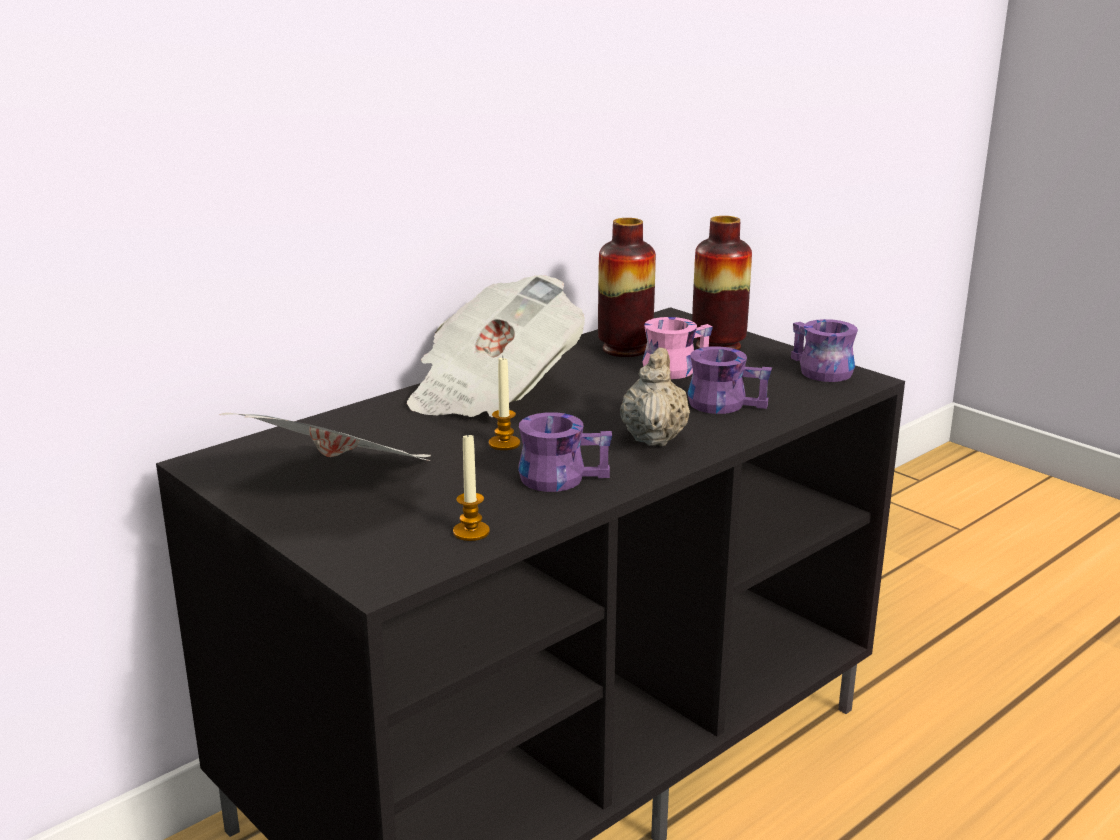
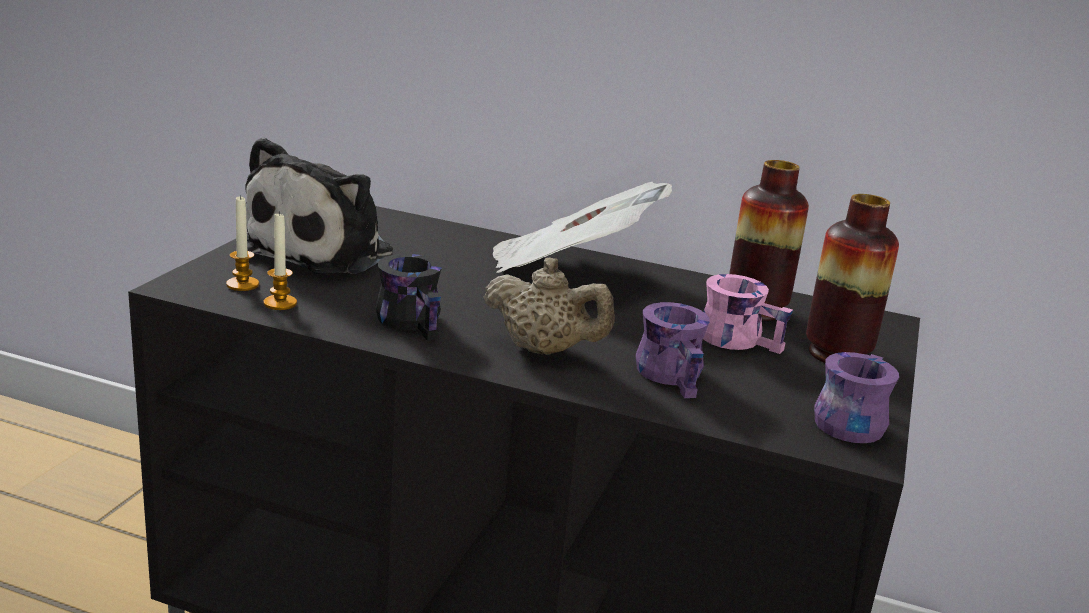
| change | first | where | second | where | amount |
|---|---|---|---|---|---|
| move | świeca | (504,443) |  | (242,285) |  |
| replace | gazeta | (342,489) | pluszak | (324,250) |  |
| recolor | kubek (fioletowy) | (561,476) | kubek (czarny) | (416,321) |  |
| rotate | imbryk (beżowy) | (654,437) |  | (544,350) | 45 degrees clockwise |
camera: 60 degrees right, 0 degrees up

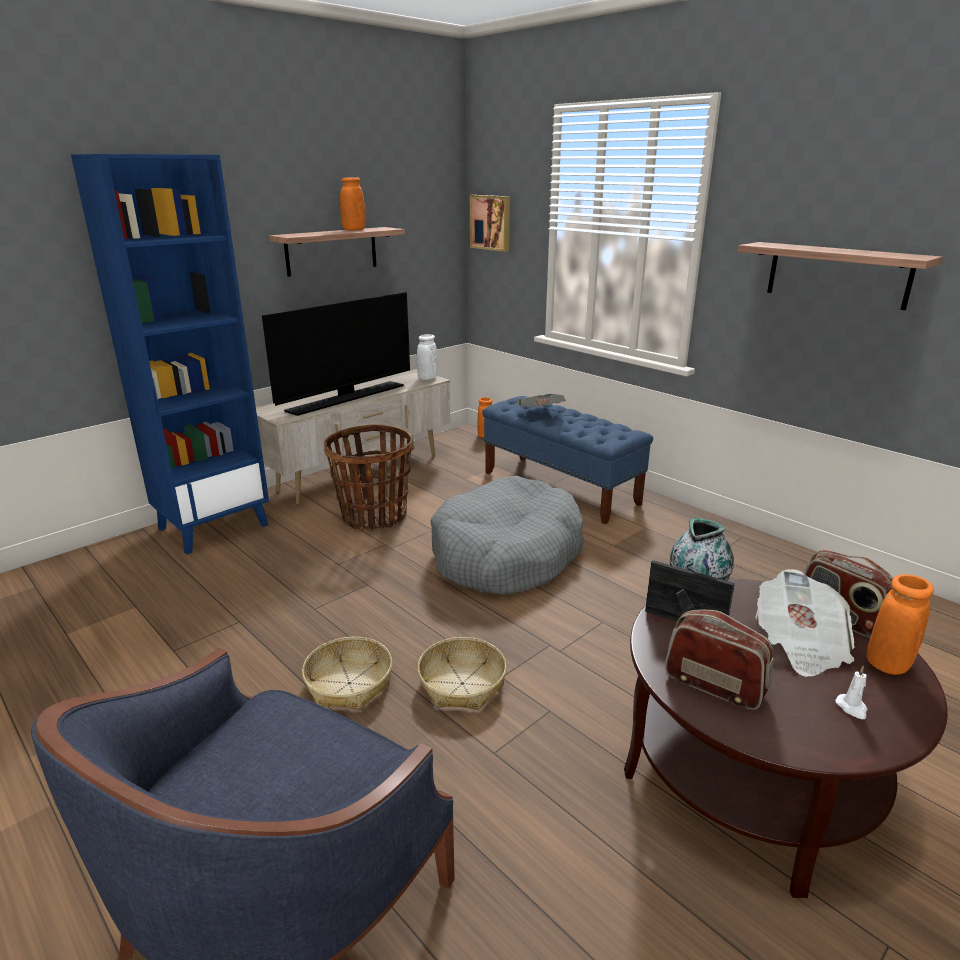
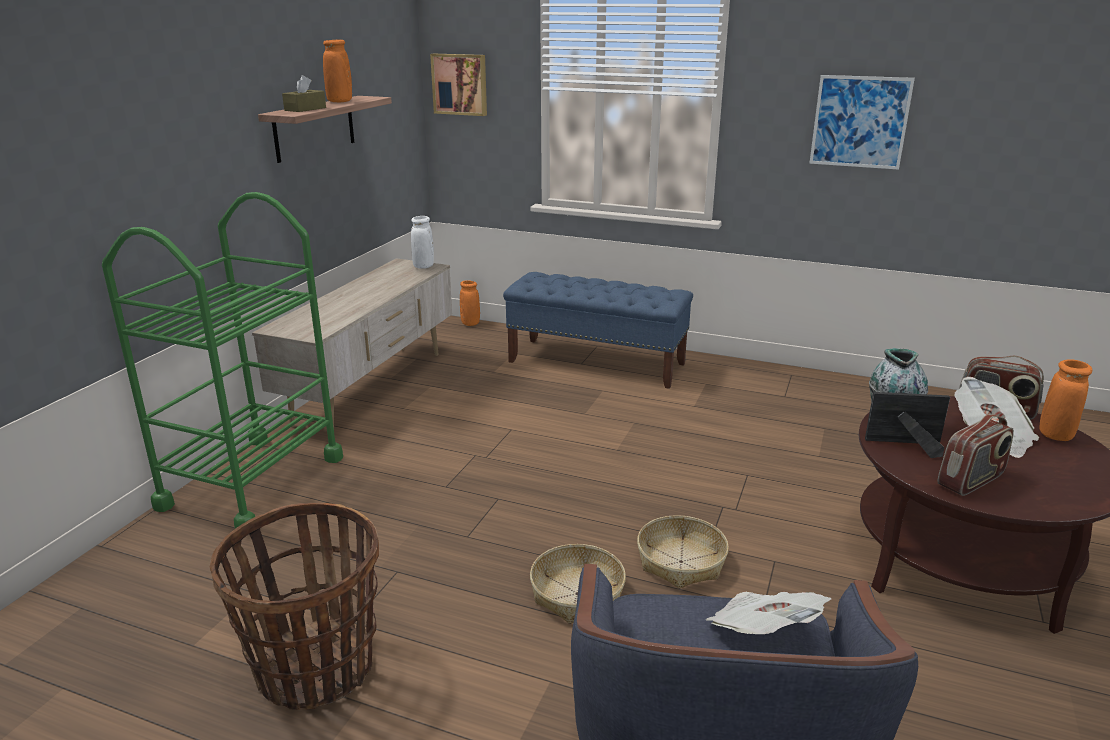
| change | first | where | second | where | amount |
|---|---|---|---|---|---|
| delete | telewizor | (346,398) |  |  |  |
| delete | legowisko (szary) | (506,555) |  |  |  |
| delete | świeca (biały) | (852,708) |  |  |  |
| insert |  |  | pudełko chusteczek (brązowy) | (305,109) |  |
| move | koszyk | (374,517) |  | (315,669) |  |
| move | gazeta | (540,414) |  | (763,633) |  |
| replace | regał (niebieski) | (214,526) | wózek (zielony) | (252,482) |  |
| replace | półka | (837,275) | obraz | (860,122) |  |
| rotate | radio | (714,685) |  | (971,480) | 135 degrees clockwise |
camera: 25 degrees left, 0 degrees up

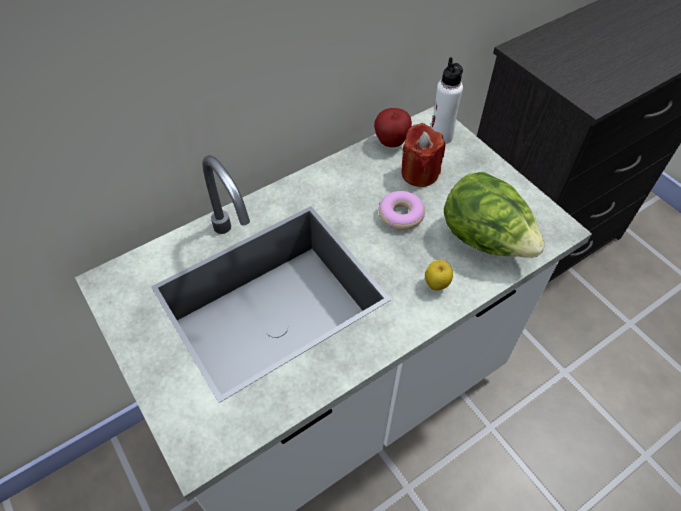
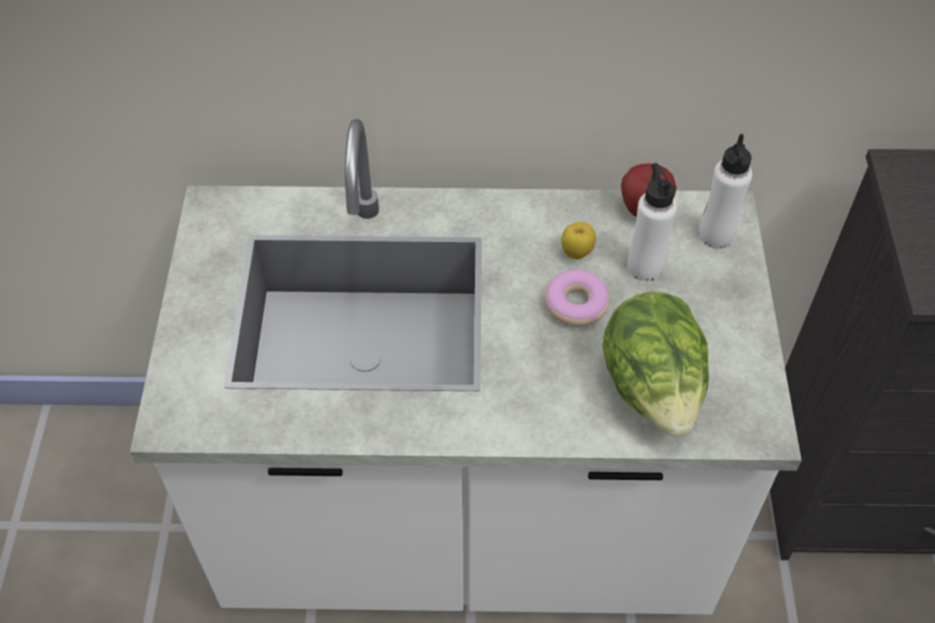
| change | first | where | second | where | amount |
|---|---|---|---|---|---|
| move | jabłko | (436,284) |  | (576,253) |  |
| replace | świeca (czerwony) | (419,173) | butelka (biały) | (645,267) |  |
camera: 35 degrees right, 0 degrees up

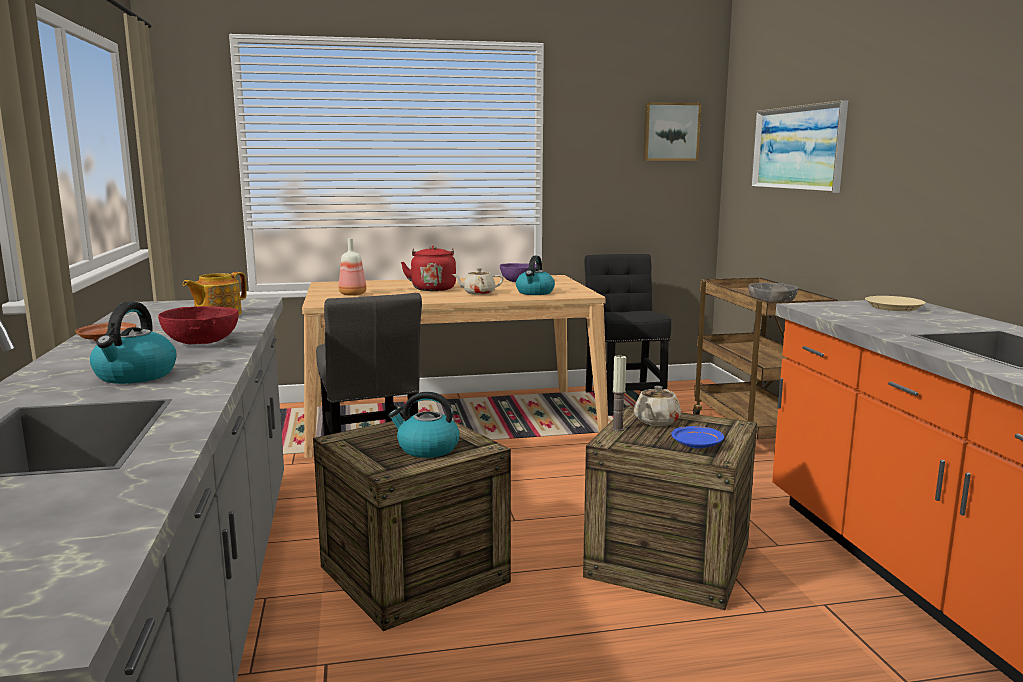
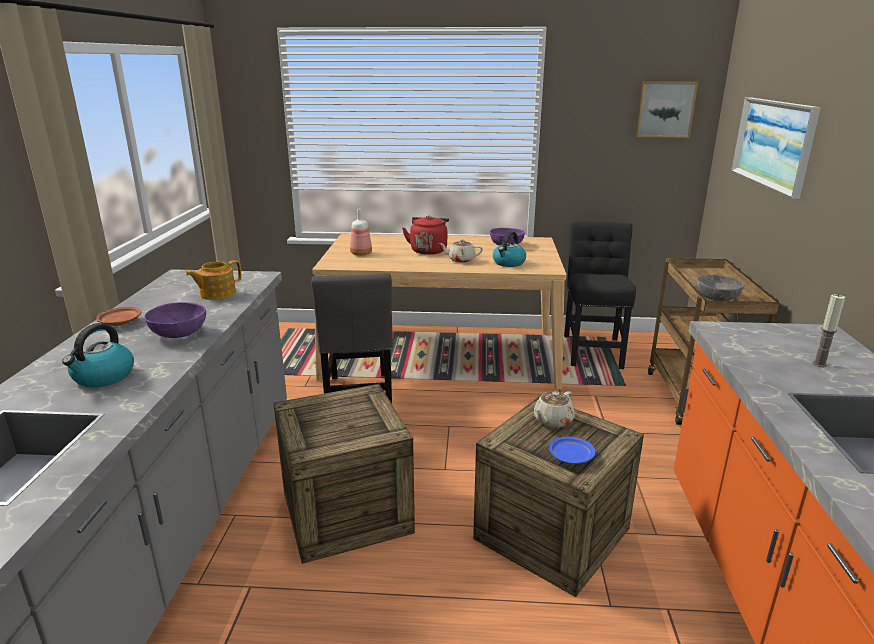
| change | first | where | second | where | amount |
|---|---|---|---|---|---|
| delete | czajnik | (427,449) |  |  |  |
| delete | talerz (beżowy) | (894,307) |  |  |  |
| move | świeca | (617,429) |  | (819,364) |  |
| recolor | miska (czerwony) | (201,342) | miska (fioletowy) | (179,334) |  |
camera: 15 degrees right, 10 degrees up

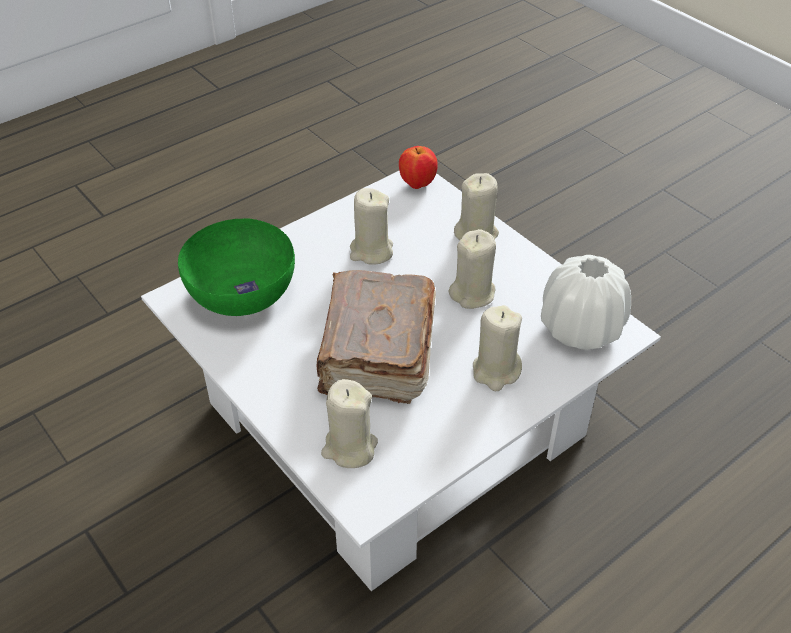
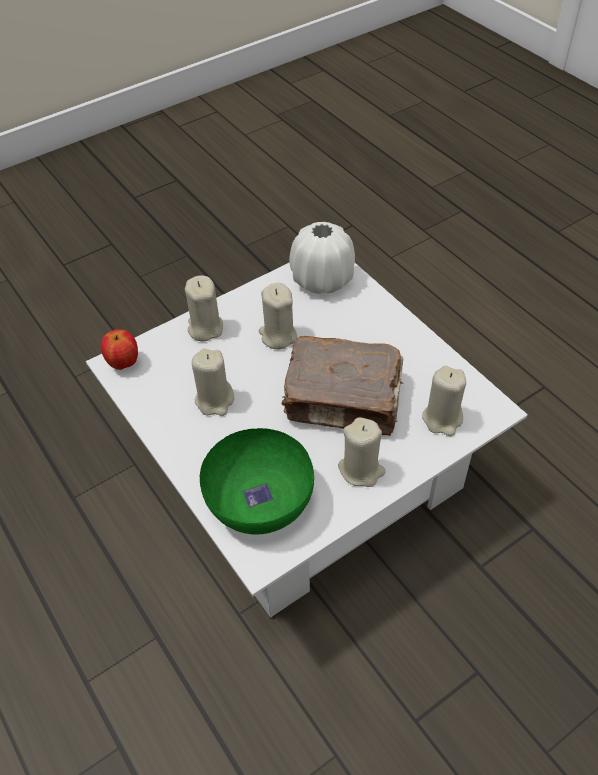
| change | first | where | second | where | amount |
|---|---|---|---|---|---|
| move | świeca (beżowy) | (496,371) |  | (361,470) |  |
camera: 85 degrees left, 5 degrees up

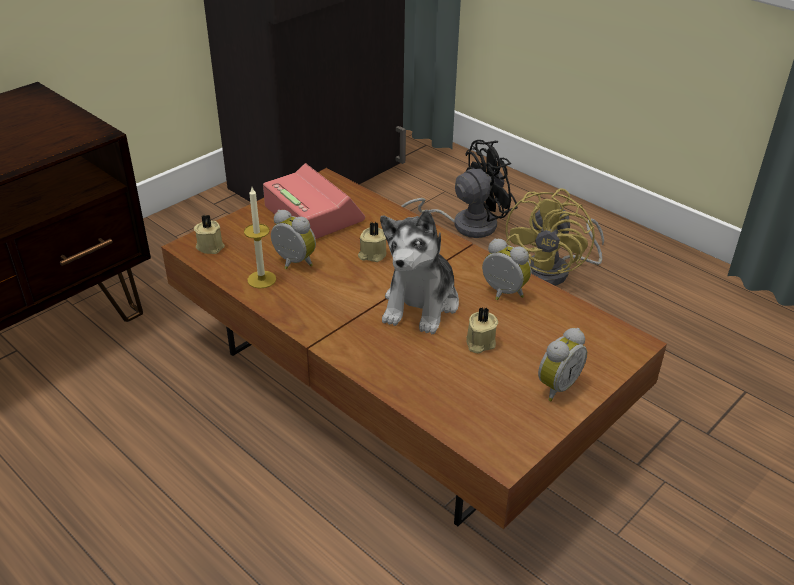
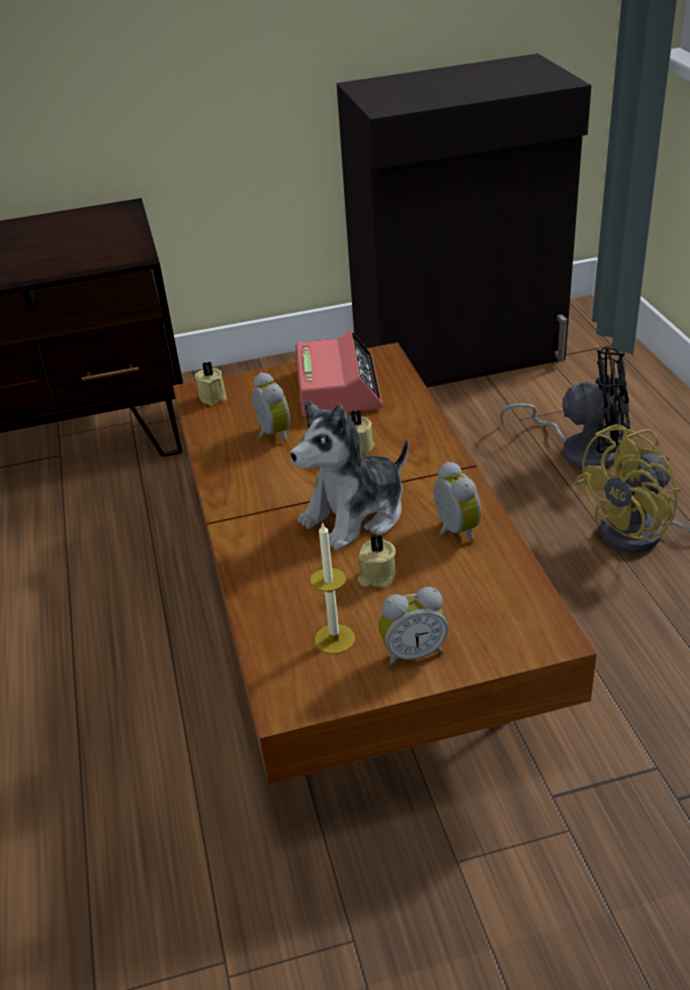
| change | first | where | second | where | amount |
|---|---|---|---|---|---|
| move | świeca | (261,279) |  | (334,639) |  |
camera: 35 degrees right, 0 degrees up

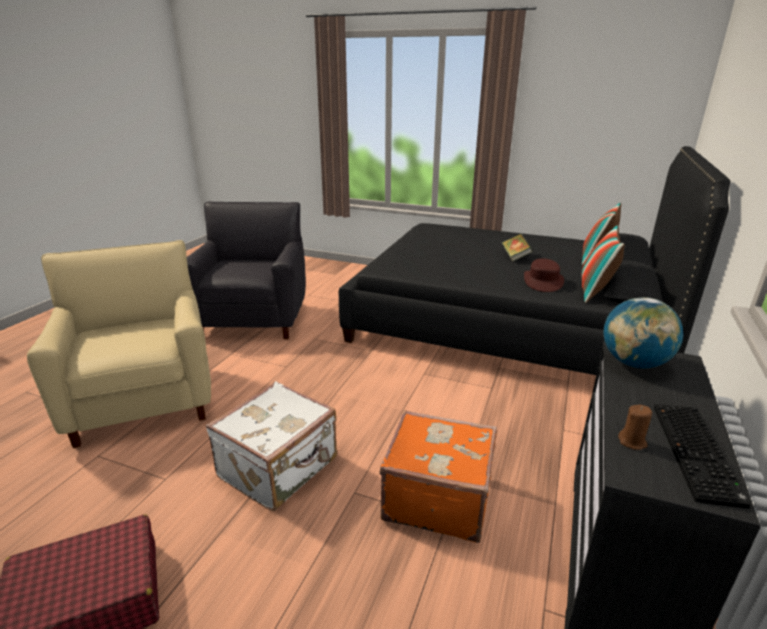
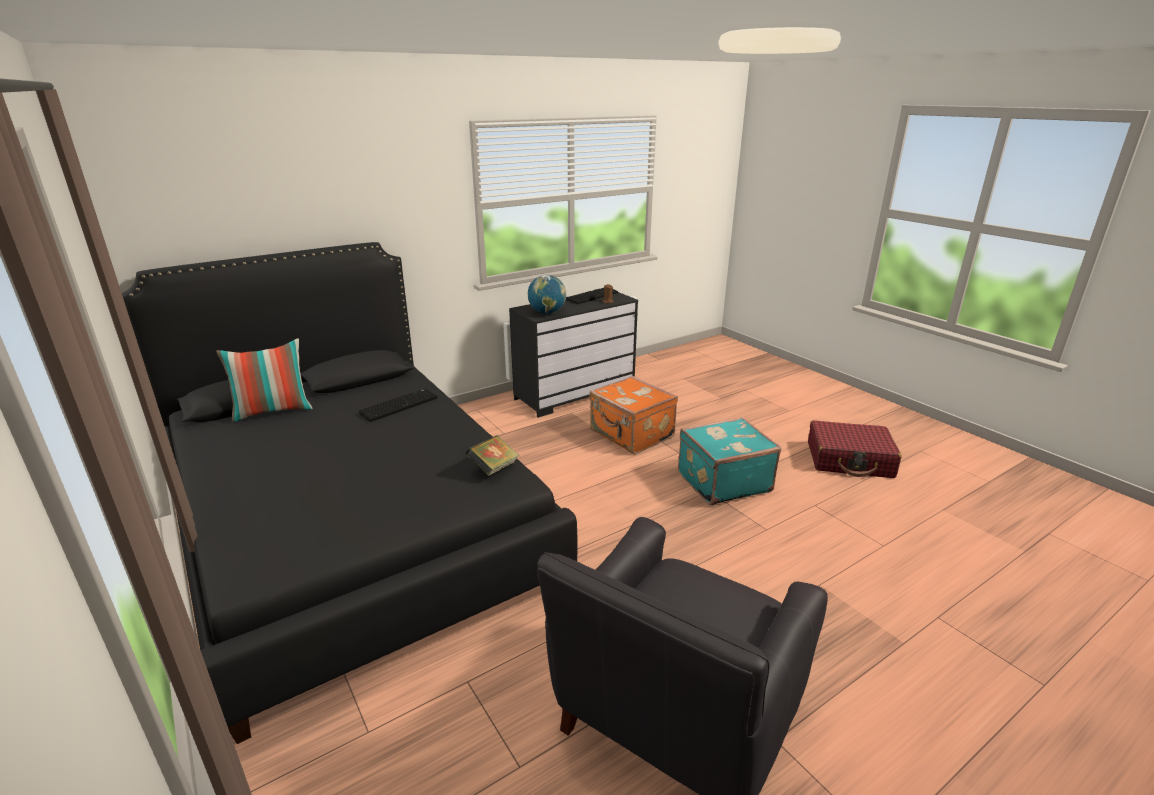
| change | first | where | second | where | amount |
|---|---|---|---|---|---|
| delete | fotel (beżowy) | (144,399) |  |  |  |
| delete | poduszka | (595,291) |  |  |  |
| move | książka | (515,257) |  | (493,468) |  |
| replace | kapelusz (brązowy) | (543,281) | klawiatura | (399,405) |  |
| recolor | walizka (biały) | (280,468) | walizka (turkusowy) | (722,481) |  |
camera: 145 degrees left, 0 degrees up

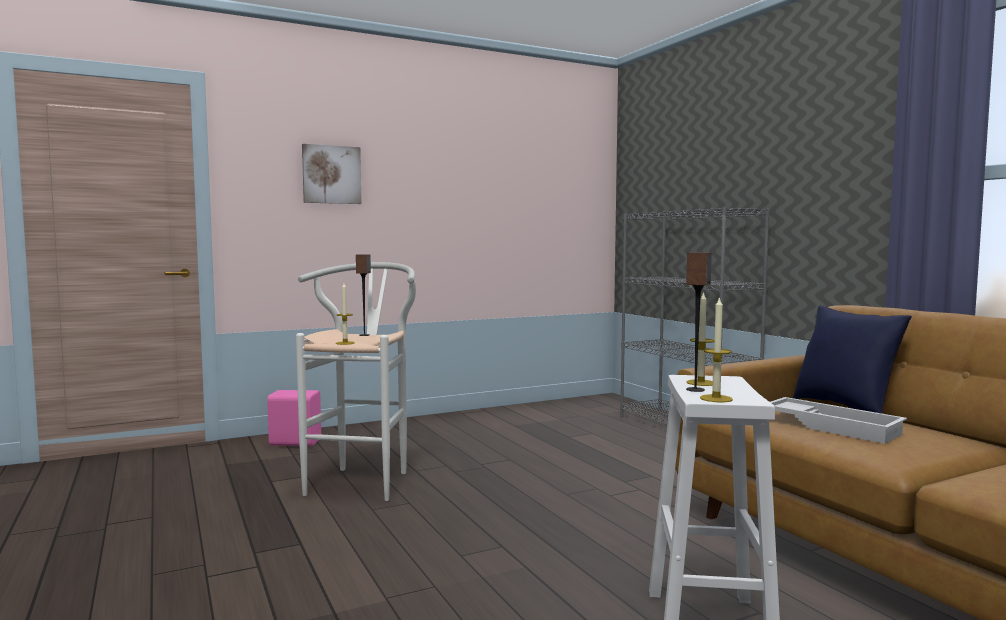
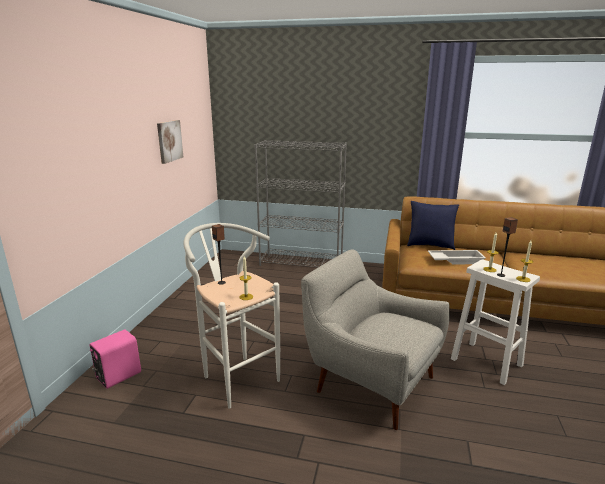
| change | first | where | second | where | amount |
|---|---|---|---|---|---|
| insert |  |  | fotel (szary) | (370,382) |  |
| move | obraz | (331,174) |  | (169,141) |  |
camera: 50 degrees left, 15 degrees up

